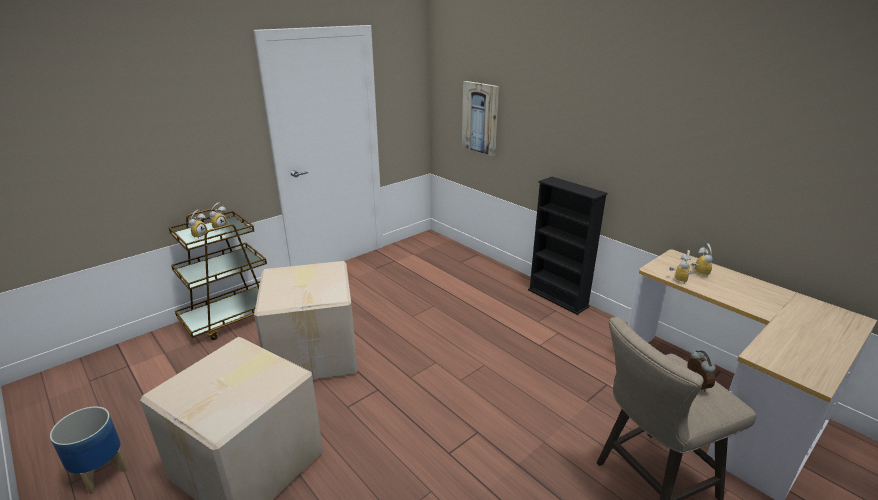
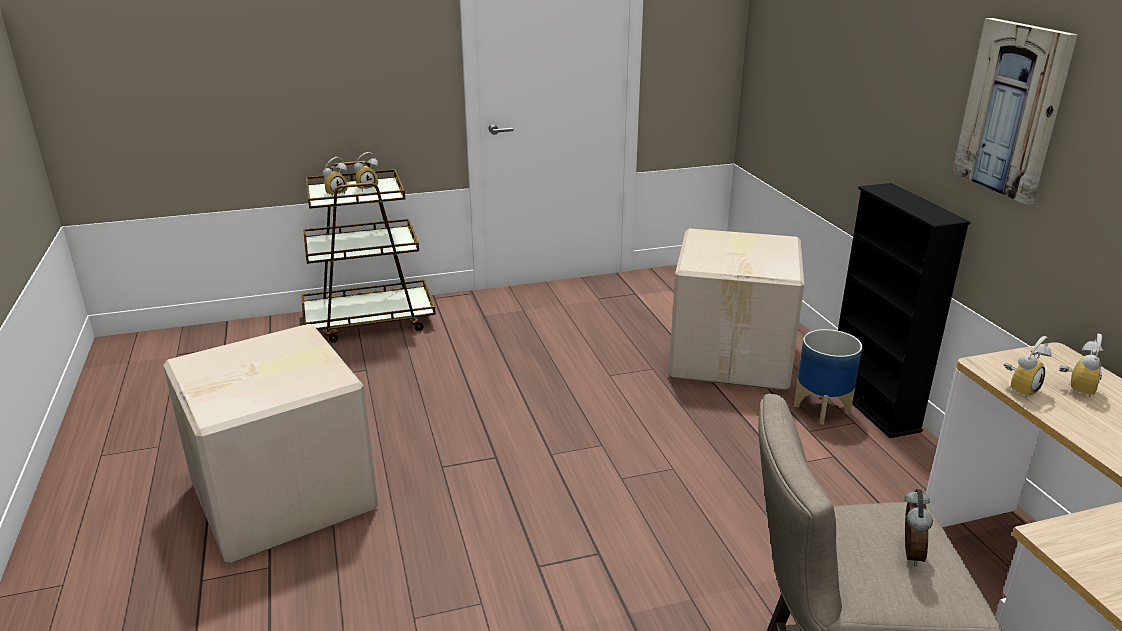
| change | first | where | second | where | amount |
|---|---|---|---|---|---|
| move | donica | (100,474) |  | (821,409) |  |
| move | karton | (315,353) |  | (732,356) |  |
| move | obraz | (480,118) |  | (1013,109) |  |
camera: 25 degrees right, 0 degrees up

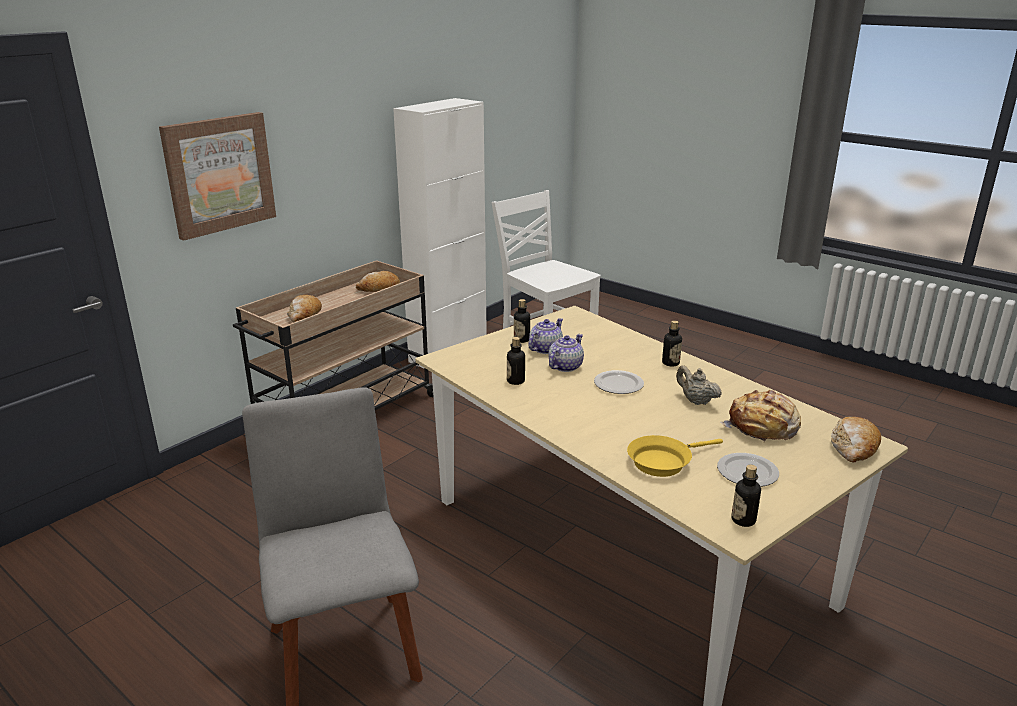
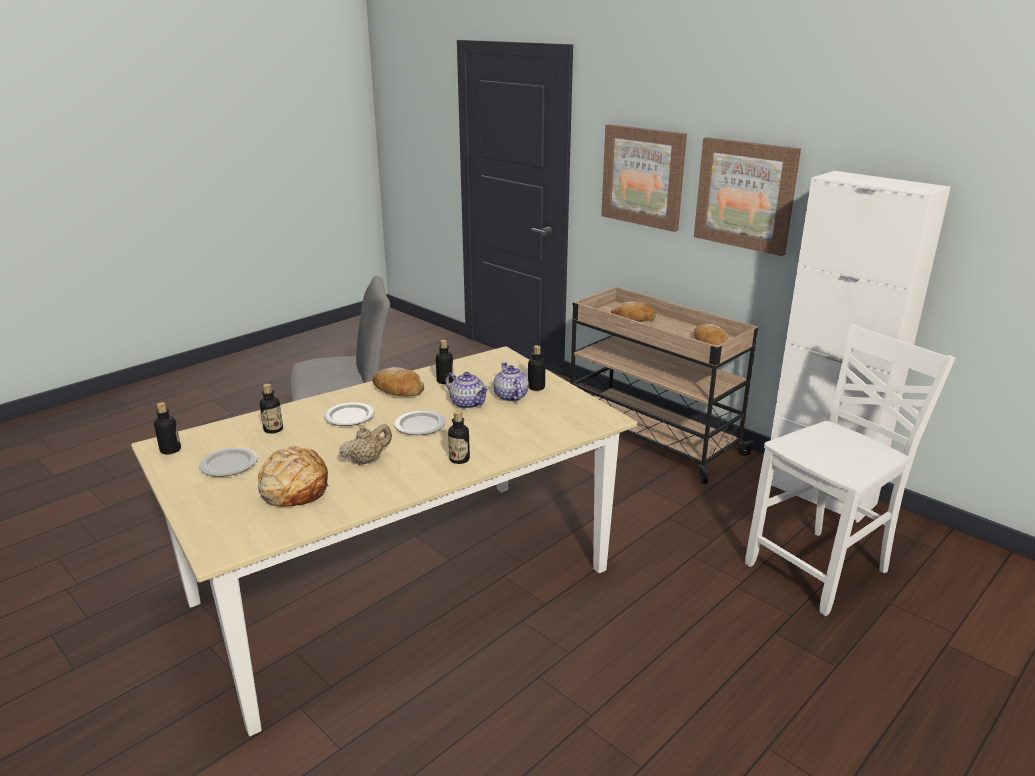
| change | first | where | second | where | amount |
|---|---|---|---|---|---|
| insert |  |  | talerz | (349,416) |  |
| insert |  |  | obraz | (745,195) |  |
| move | chleb | (854,448) |  | (398,390) |  |
| replace | patelnia (żółty) | (663,461) | butelka | (273,429) |  |
| rotate | imbryk | (545,349) |  | (510,397) | 150 degrees counterclockwise |
camera: 95 degrees right, 0 degrees up

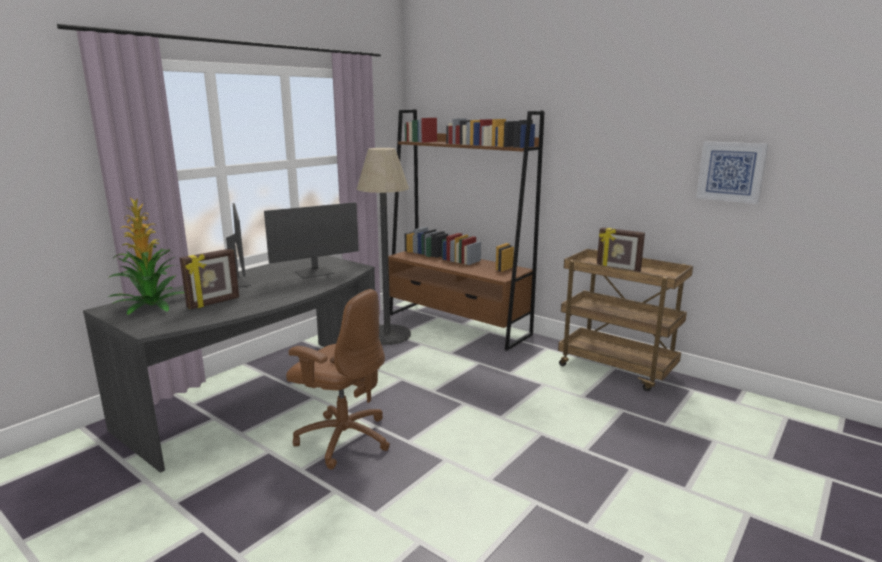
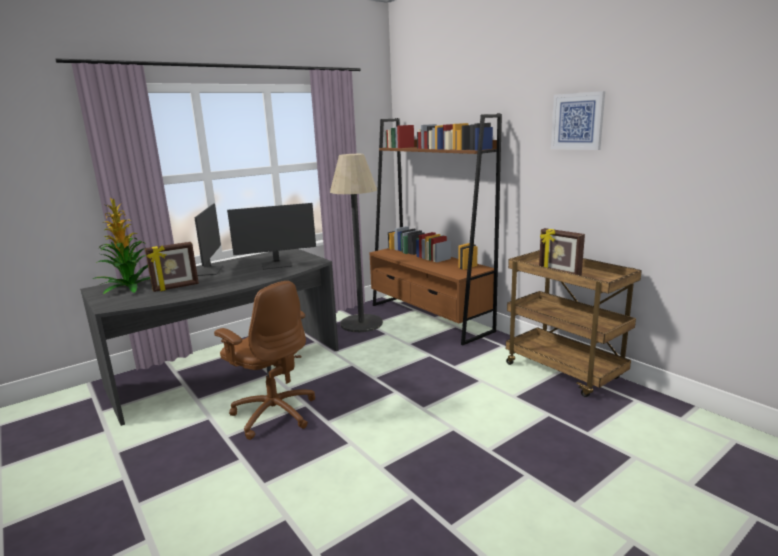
| change | first | where | second | where | amount |
|---|---|---|---|---|---|
| move | obraz | (731,171) |  | (577,121) |  |
camera: 15 degrees right, 0 degrees up

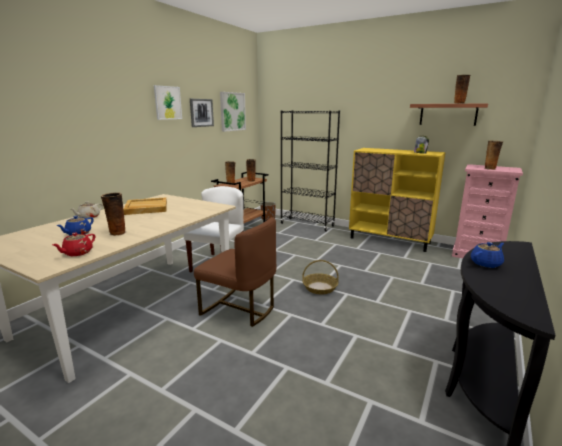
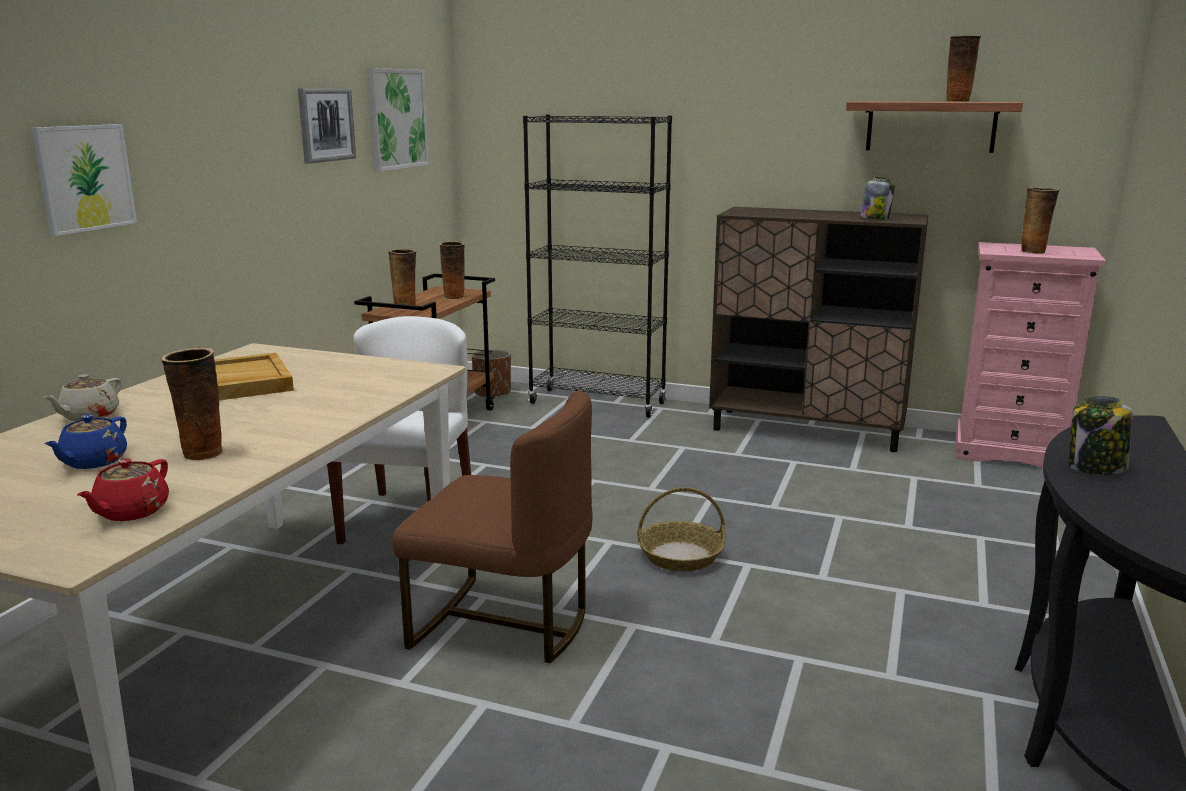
| change | first | where | second | where | amount |
|---|---|---|---|---|---|
| move | obraz | (167,103) |  | (84,178) |  |
| replace | imbryk (niebieski) | (486,263) | słoik | (1095,468) |  |
| recolor | szafka (żółty) | (390,240) | szafka (brązowy) | (807,430) |  |
camera: 10 degrees left, 0 degrees up

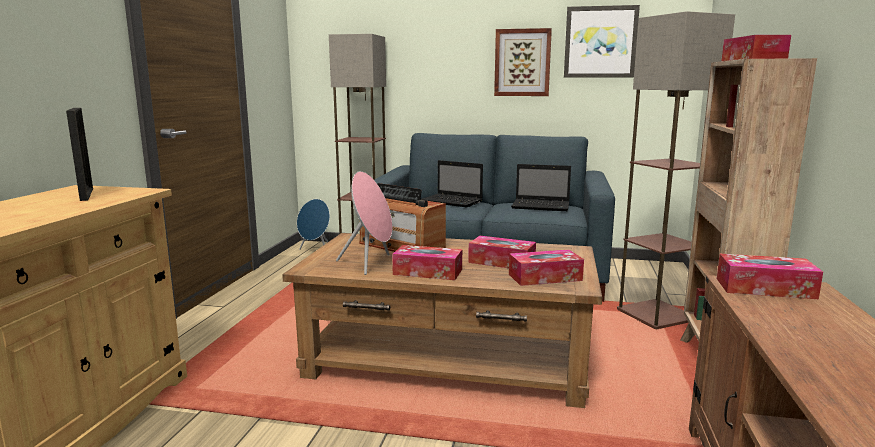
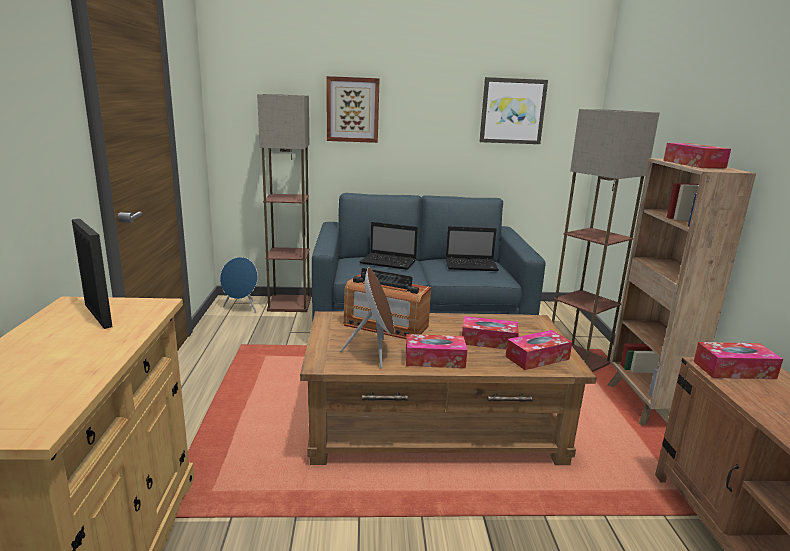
| change | first | where | second | where | amount |
|---|---|---|---|---|---|
| move | obraz | (522,62) |  | (352,109) |  |
| recolor | głośnik (różowy) | (370,264) | głośnik (brązowy) | (375,352) |  |
camera: 15 degrees left, 5 degrees up

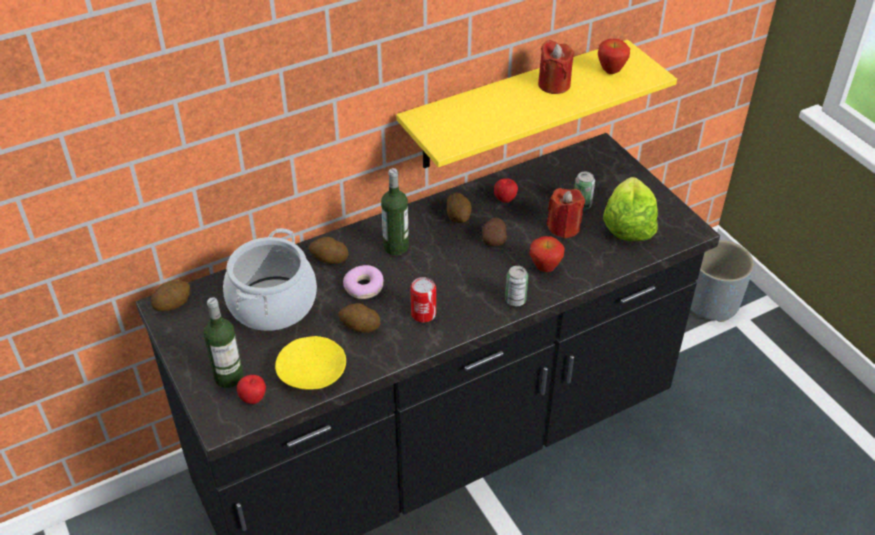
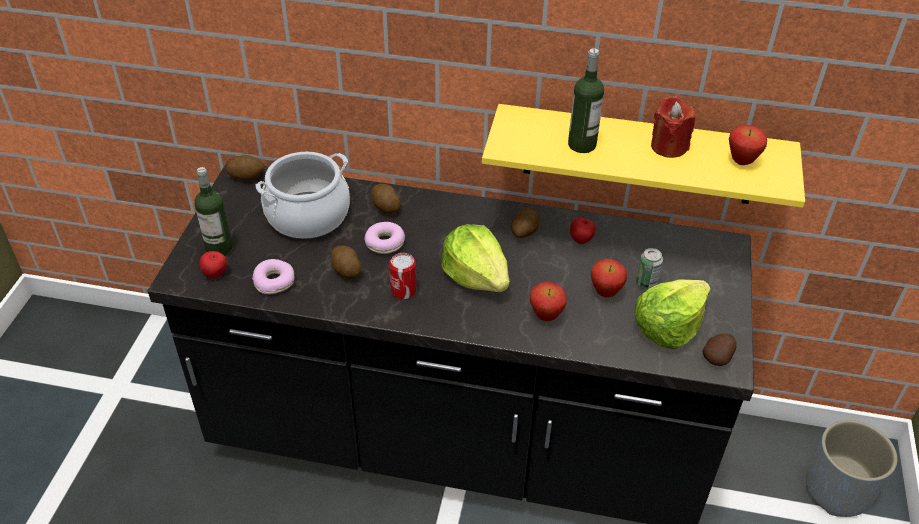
| change | first | where | second | where | amount |
|---|---|---|---|---|---|
| delete | puszka | (515,300) |  |  |  |
| insert |  |  | sałata | (476,275) |  |
| move | butelka | (396,247) |  | (582,145) |  |
| move | ziemniak | (494,240) |  | (718,357) |  |
| replace | miska (żółty) | (312,372) | donut | (274,281) |  |
| replace | świeca (czerwony) | (564,227) | jabłko | (605,293) |  |
camera: 40 degrees right, 0 degrees up

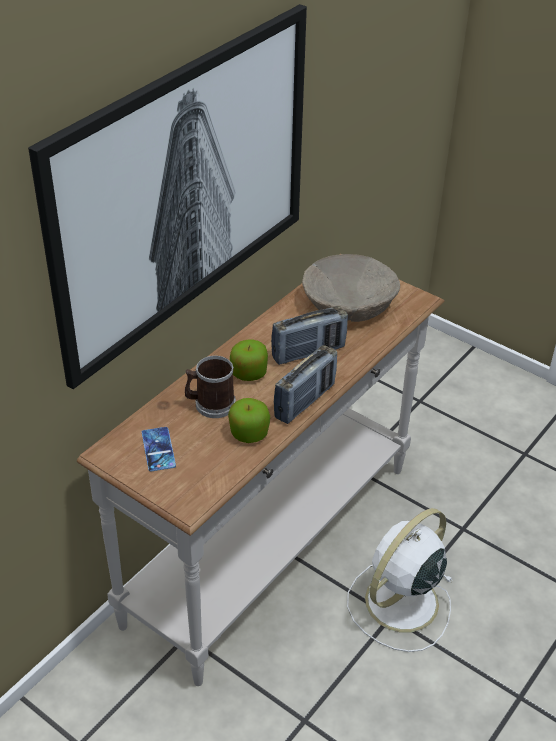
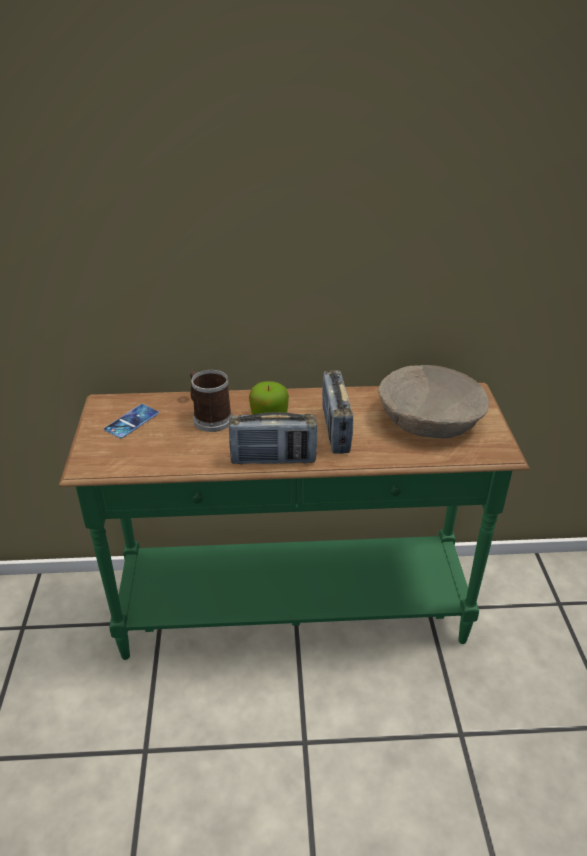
| change | first | where | second | where | amount |
|---|---|---|---|---|---|
| delete | obraz | (182,187) |  |  |  |
| delete | jabłko | (249,433) |  |  |  |
| delete | wentylator (biały) | (399,604) |  |  |  |
| recolor | stolik konsolowy (biały) | (273,545) | stolik konsolowy (zielony) | (293,613) |  |
| rotate | radio | (308,352) |  | (335,430) | 60 degrees clockwise |
camera: 50 degrees right, 5 degrees down

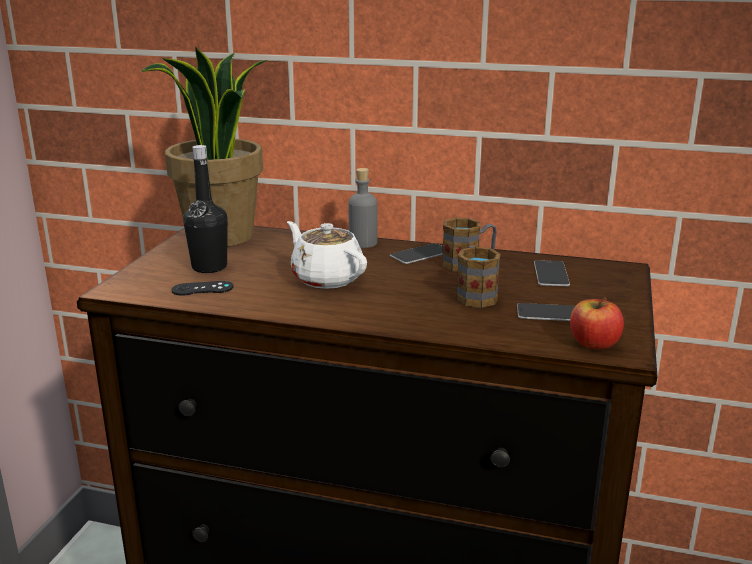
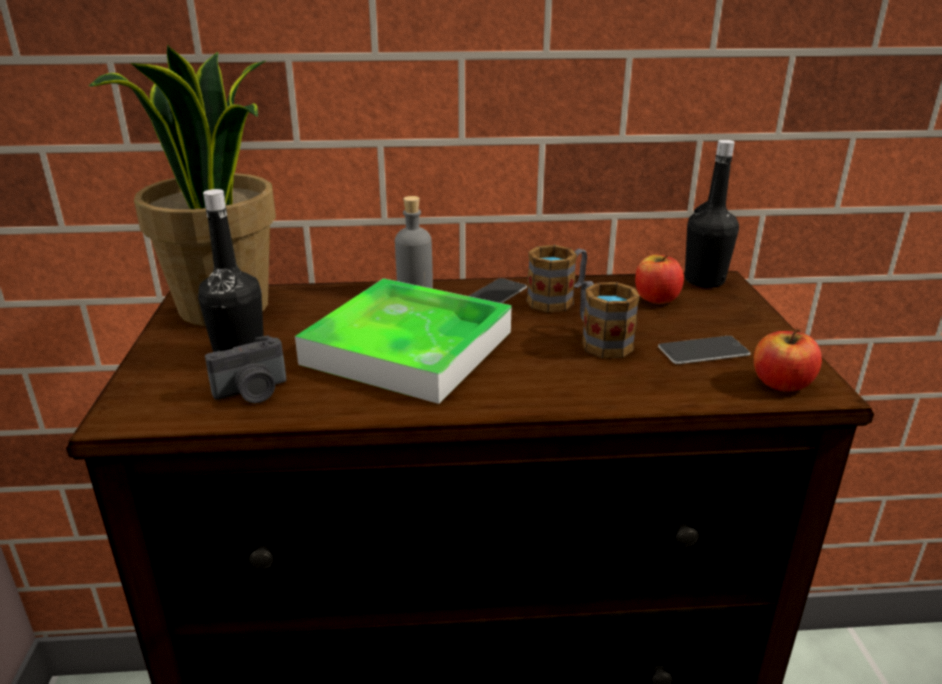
| change | first | where | second | where | amount |
|---|---|---|---|---|---|
| insert |  |  | butelka (czarny) | (704,280) |  |
| replace | pad do gier (czarny) | (202,289) | aparat fotograficzny | (253,392) |  |
| replace | imbryk (biały) | (326,278) | taca | (408,347) |  |
| replace | telefon | (551,273) | jabłko | (656,298) |  |
camera: 20 degrees left, 5 degrees up

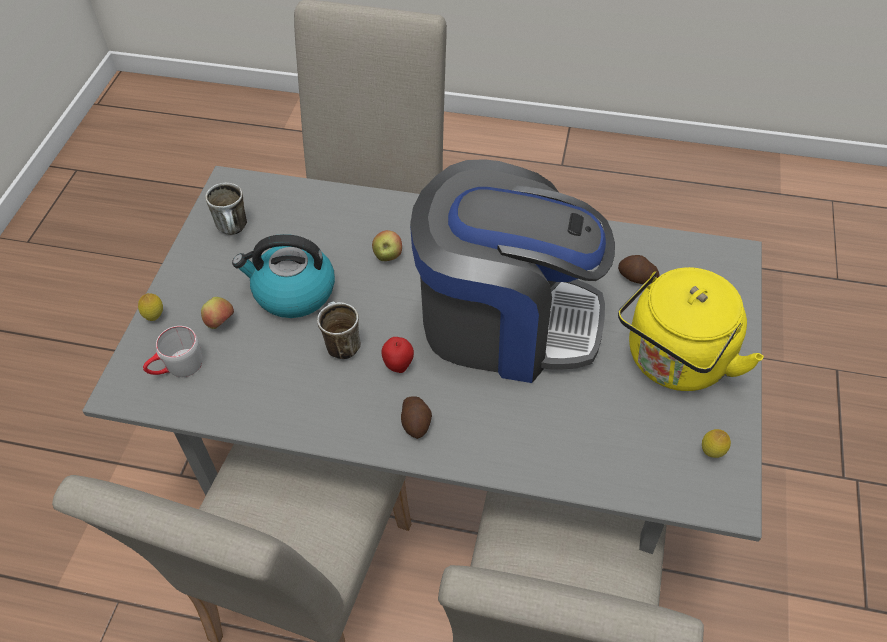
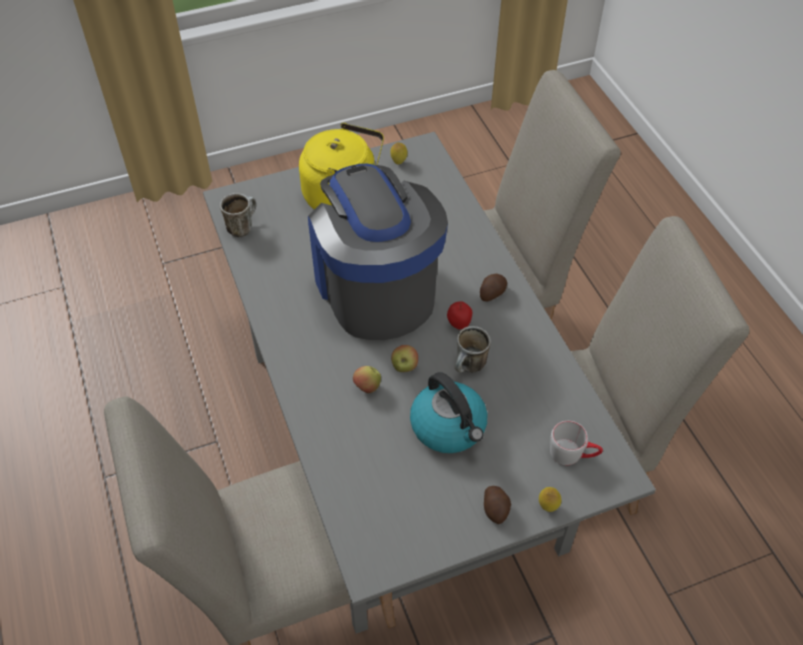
| change | first | where | second | where | amount |
|---|---|---|---|---|---|
| move | jabłko | (220,323) |  | (404,367) |  |
| move | kubek | (235,230) |  | (242,226) |  |
| move | ziemniak | (636,278) |  | (496,508) |  |
camera: 125 degrees left, 0 degrees up

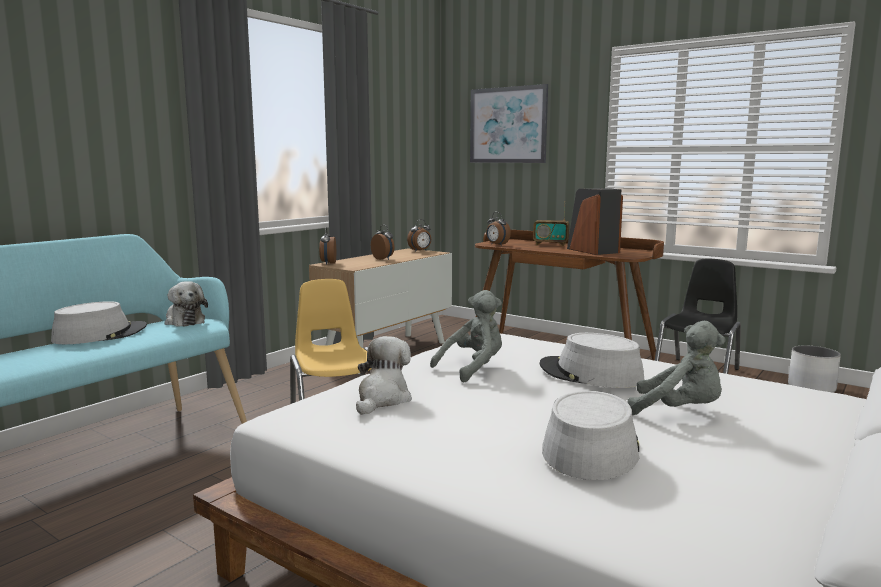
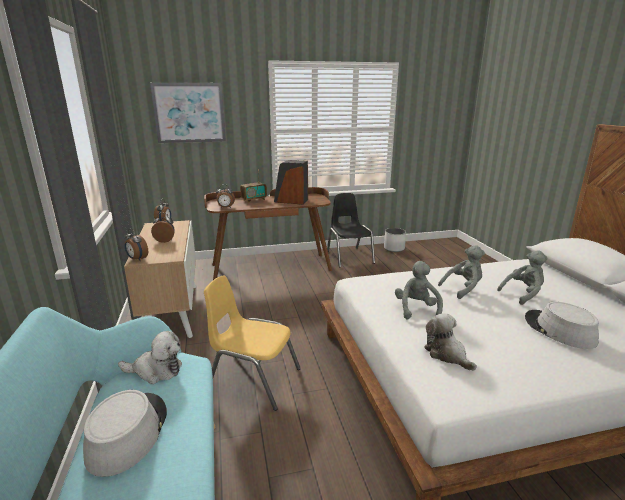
| change | first | where | second | where | amount |
|---|---|---|---|---|---|
| replace | kapelusz (szary) | (590,374) | pluszak (szary) | (463,288) |  |
camera: 50 degrees left, 10 degrees up

